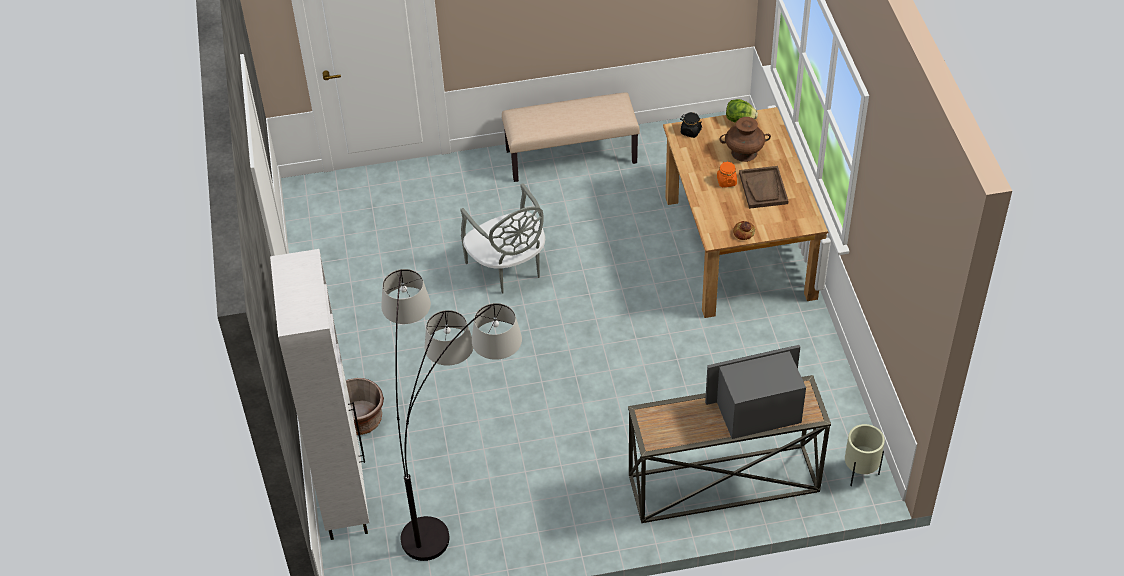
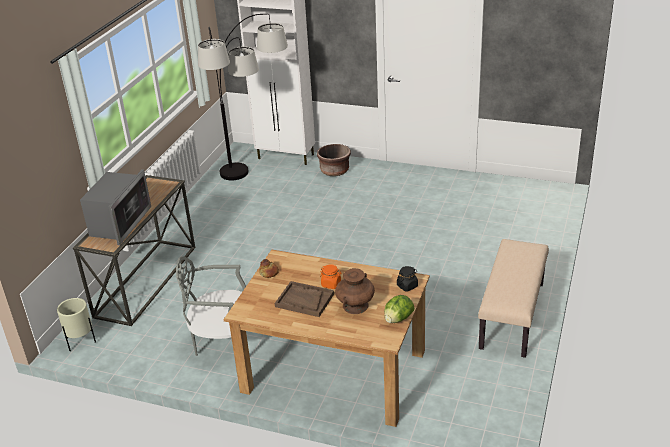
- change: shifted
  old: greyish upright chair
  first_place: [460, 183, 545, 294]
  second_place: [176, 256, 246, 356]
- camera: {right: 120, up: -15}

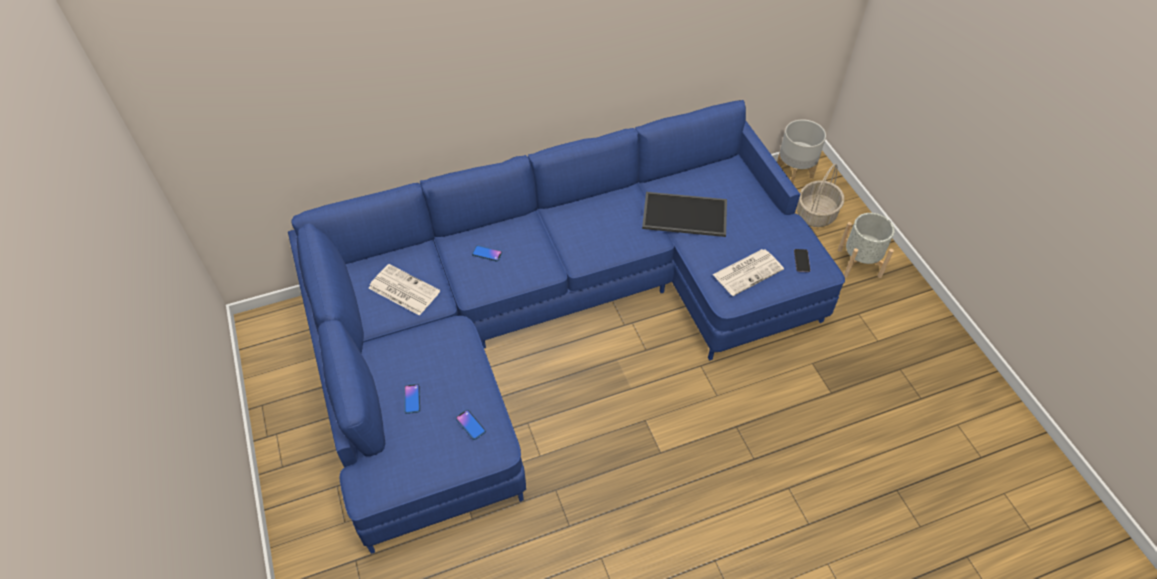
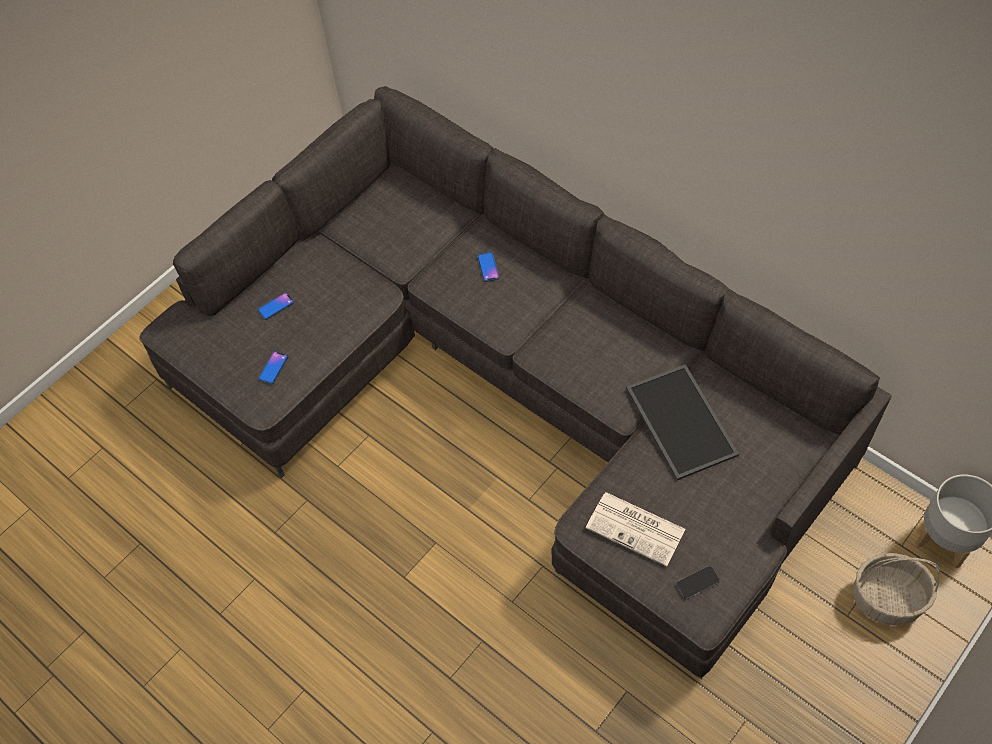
- change: repainted
  old: blue-coloured sofa
  new: greyish sofa
  first_place: [288, 100, 845, 554]
  second_place: [139, 86, 892, 679]
- change: gone
  old: daily paper
  first_place: [368, 264, 440, 316]
- change: gone
  old: greyish plant pot
  first_place: [838, 213, 895, 278]
- camera: {right: 65, up: 5}

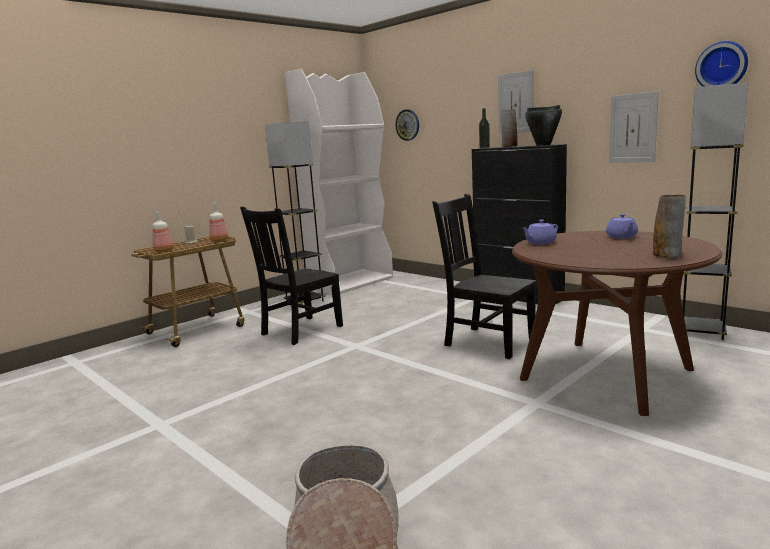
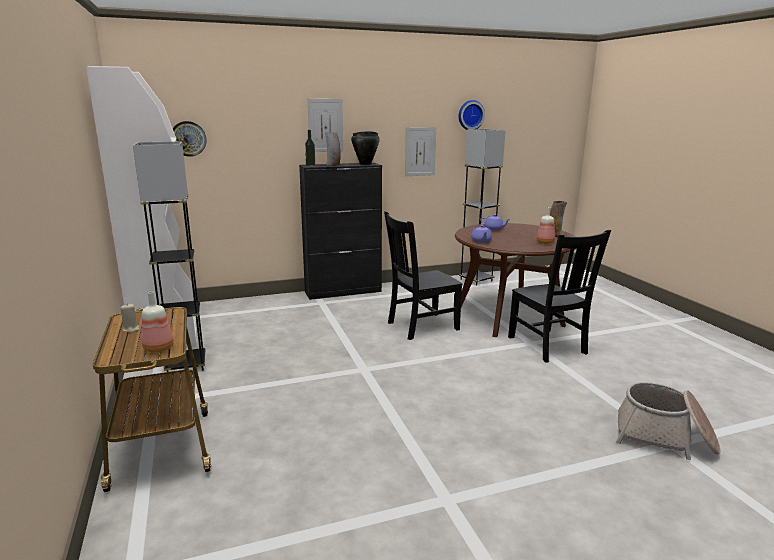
- change: shifted
  old: drink bottle
  first_place: [209, 204, 228, 242]
  second_place: [537, 207, 555, 244]
- change: shifted
  old: black upright chair
  first_place: [240, 206, 343, 345]
  second_place: [508, 230, 611, 362]
- camera: {right: -65, up: 5}

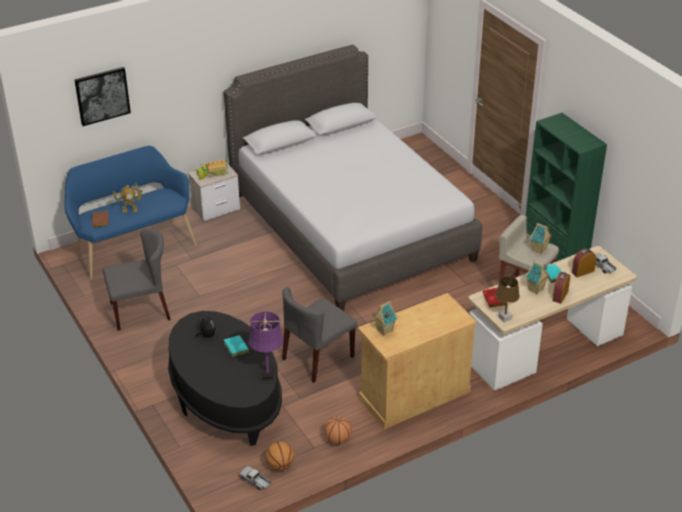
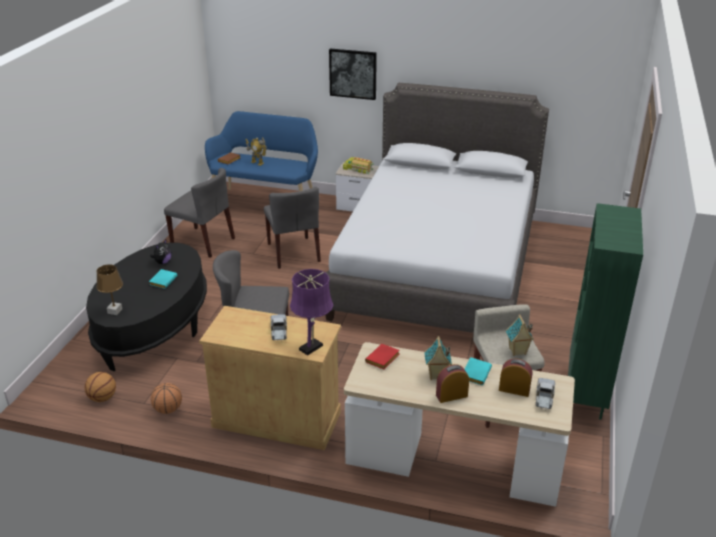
- change: shifted
  old: wall picture
  first_place: [74, 67, 131, 126]
  second_place: [329, 49, 377, 100]
- change: shifted
  old: model truck
  first_place: [239, 466, 270, 490]
  second_place: [271, 315, 287, 342]
- change: shifted
  old: purple-coloured tabletop lamp
  first_place: [249, 311, 284, 379]
  second_place: [290, 269, 333, 355]
- change: gone
  old: model house
  first_place: [372, 301, 398, 336]
- change: shifted
  old: brown tabletop lamp
  first_place: [495, 276, 520, 323]
  second_place: [96, 264, 123, 315]
- change: new
  new: greyish upright chair
  second_place: [264, 187, 321, 269]
- camera: {right: 45, up: -5}

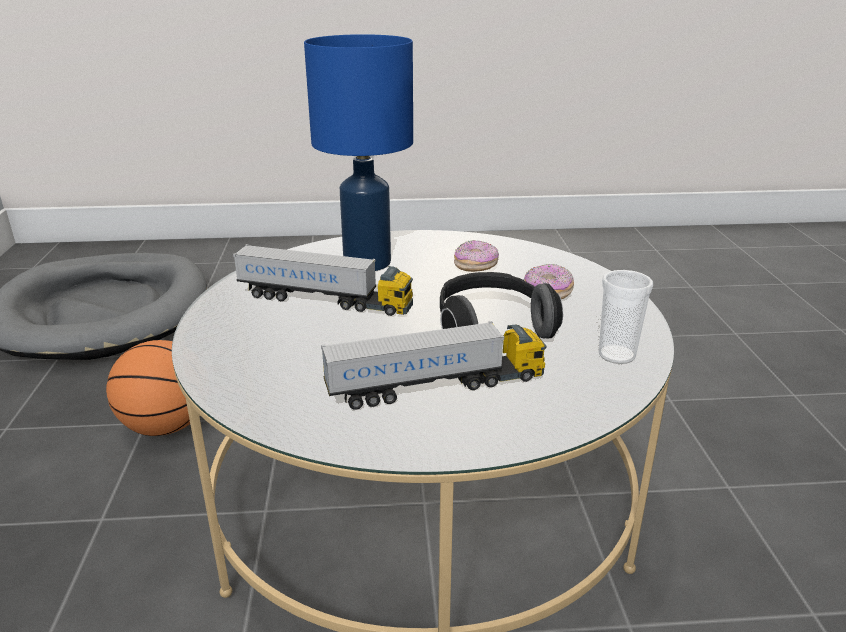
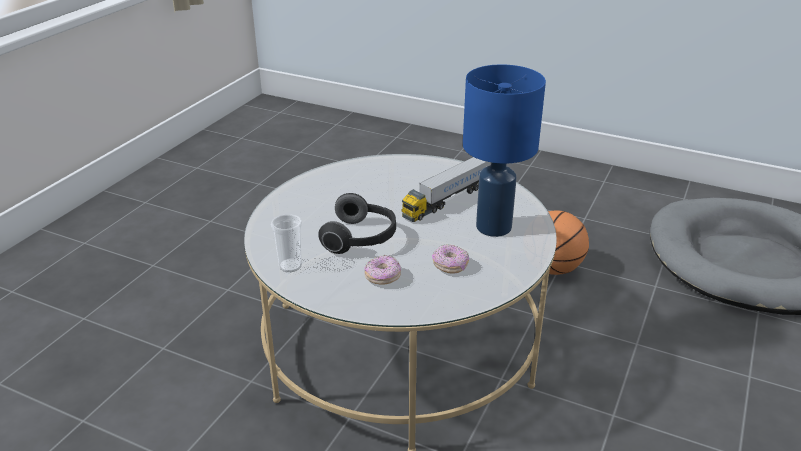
- change: gone
  old: model truck
  first_place: [321, 321, 547, 410]
- camera: {right: 120, up: 5}

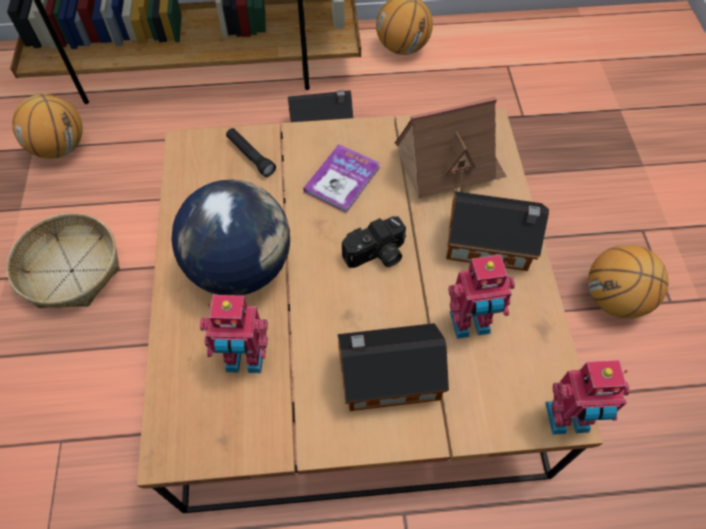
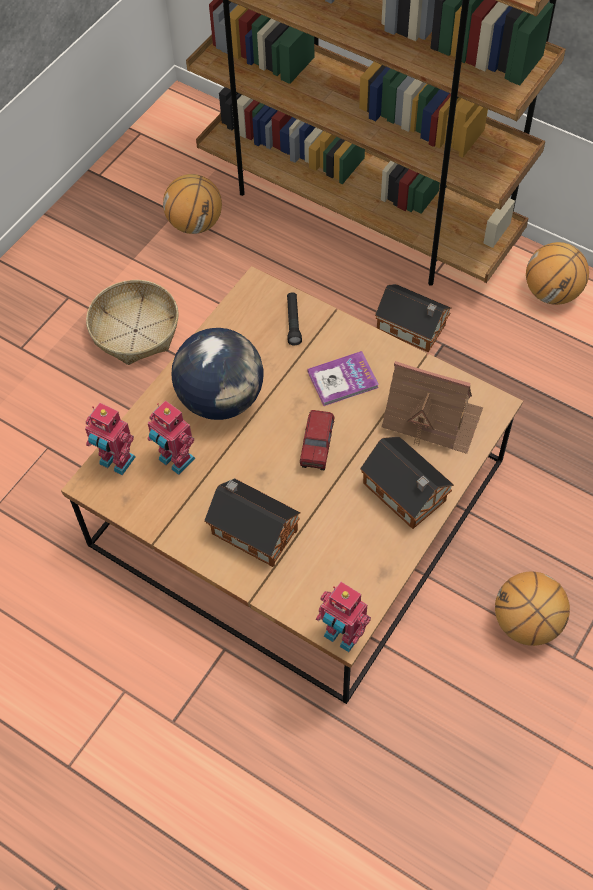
- change: swapped
  old: still camera
  new: model truck
  first_place: [342, 216, 406, 268]
  second_place: [300, 410, 335, 471]
- change: shifted
  old: toy robot
  first_place: [448, 255, 515, 339]
  second_place: [85, 403, 136, 475]
- camera: {right: 40, up: 0}

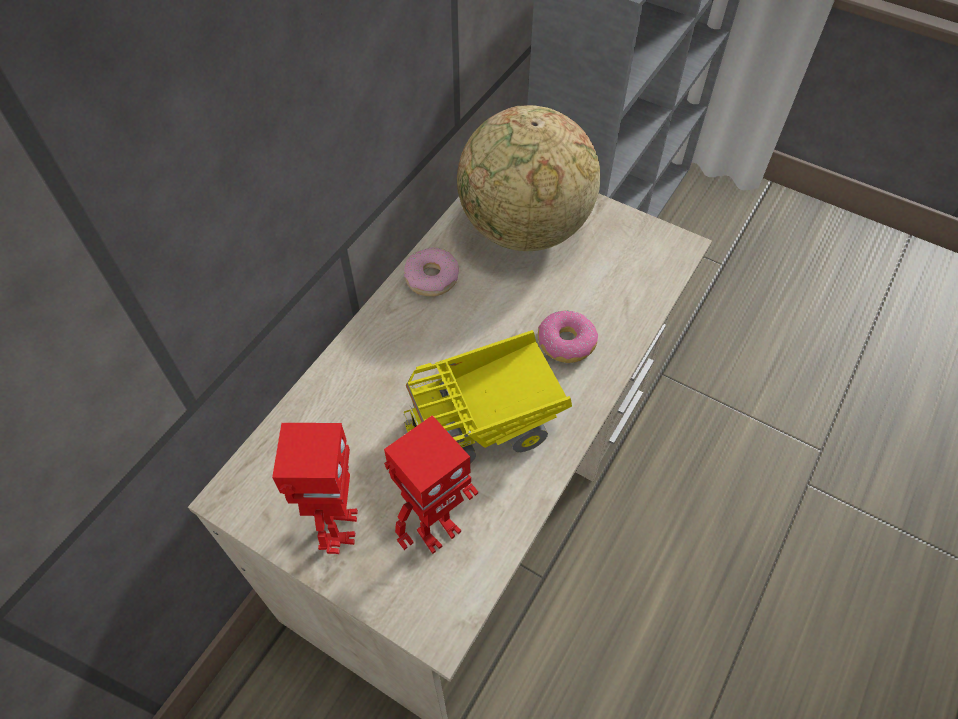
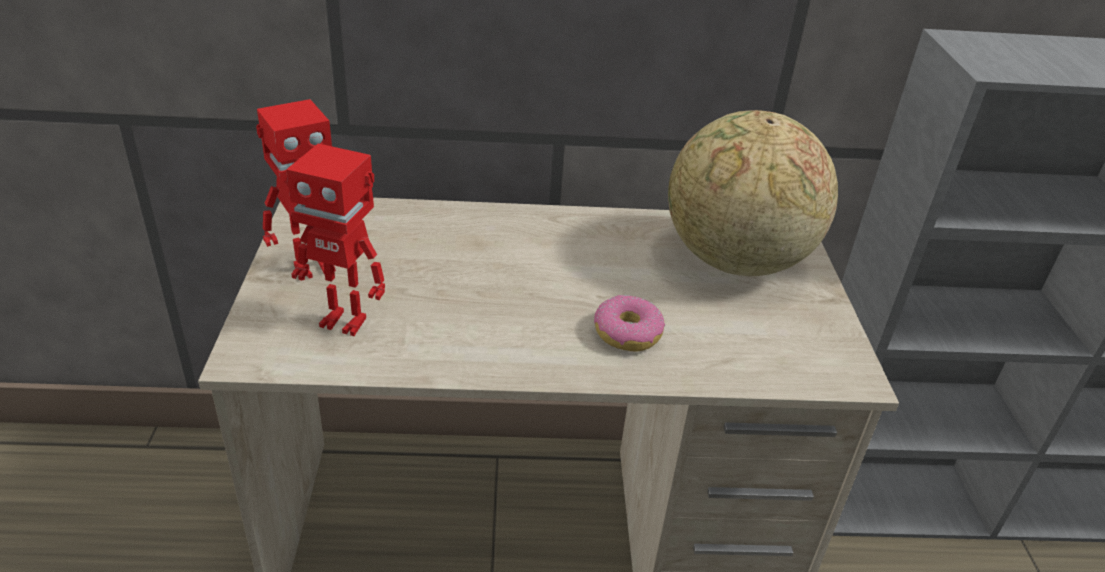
- change: gone
  old: model truck
  first_place: [403, 330, 572, 464]
- change: gone
  old: ring doughnut
  first_place: [404, 247, 459, 297]
- camera: {right: 55, up: -20}

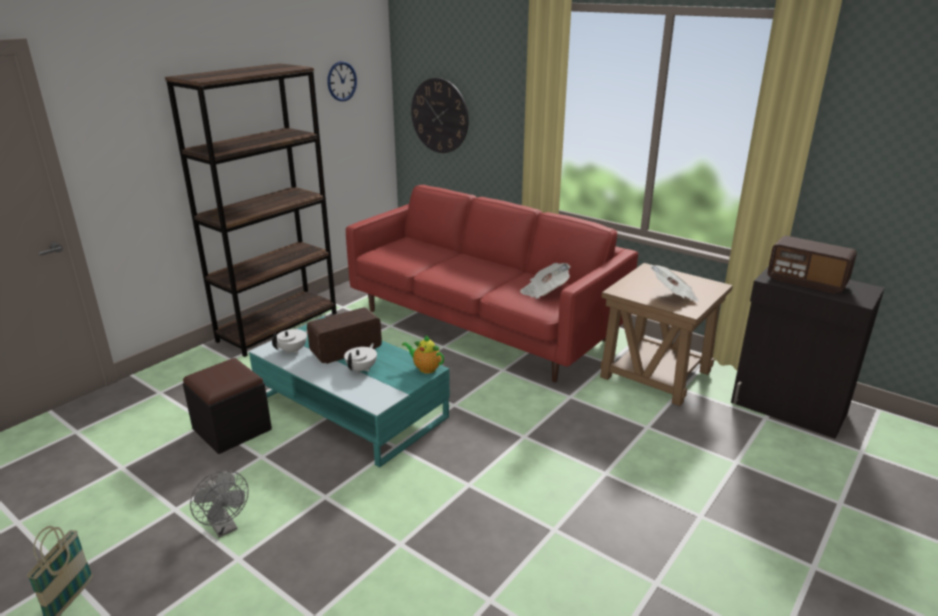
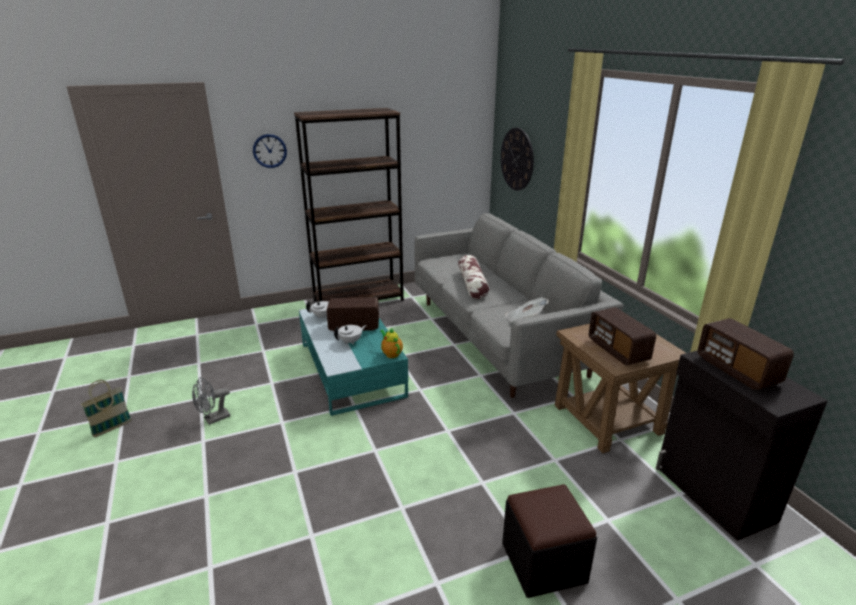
- change: shifted
  old: black ottoman
  first_place: [183, 358, 272, 454]
  second_place: [502, 484, 597, 598]
- change: rotated
  old: greyish cooling fan
  first_place: [190, 470, 249, 538]
  second_place: [192, 377, 230, 425]
  degrees: 60
- change: shifted
  old: clock on the wall
  first_place: [327, 61, 357, 101]
  second_place: [253, 134, 287, 168]
- change: repainted
  old: reddish sofa
  new: greyish sofa
  first_place: [346, 185, 638, 383]
  second_place: [415, 213, 624, 398]
- change: swapped
  old: daily paper
  new: radio
  first_place: [650, 265, 700, 302]
  second_place: [589, 307, 656, 366]
- change: new
  new: cushion
  second_place: [458, 255, 490, 299]
- camera: {right: 30, up: 0}

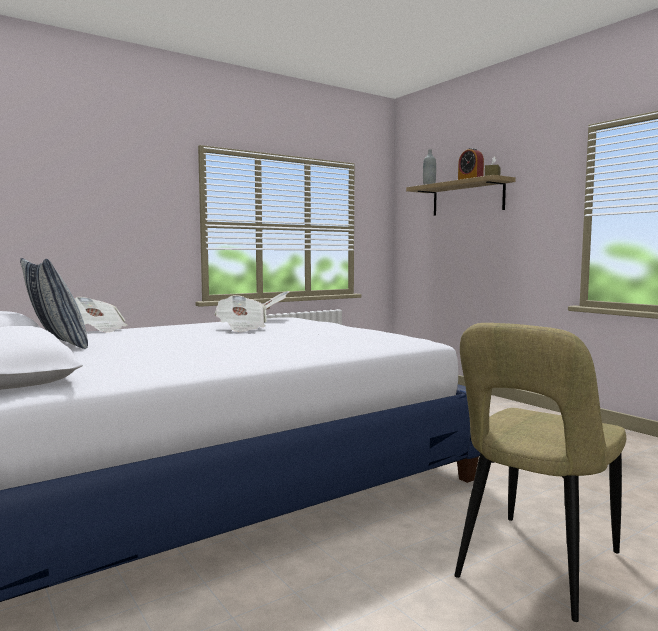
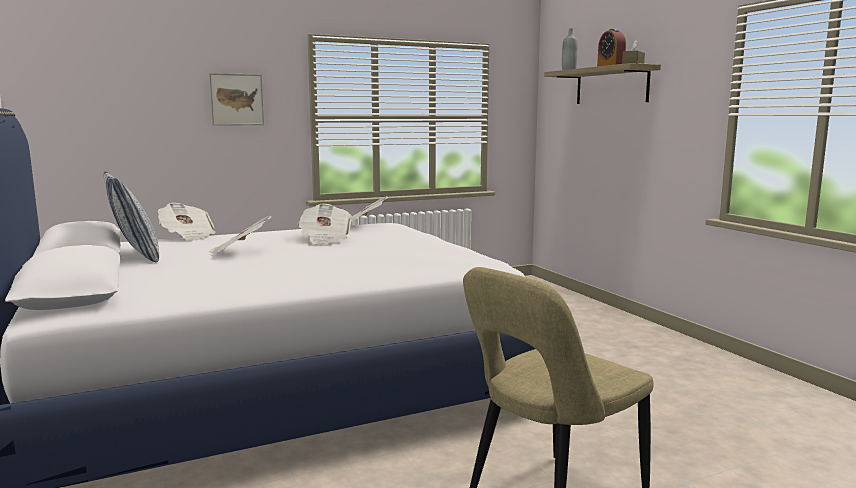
- change: new
  new: wall picture
  second_place: [209, 73, 264, 126]
- change: new
  new: daily paper
  second_place: [209, 216, 271, 254]
- camera: {right: 10, up: 5}

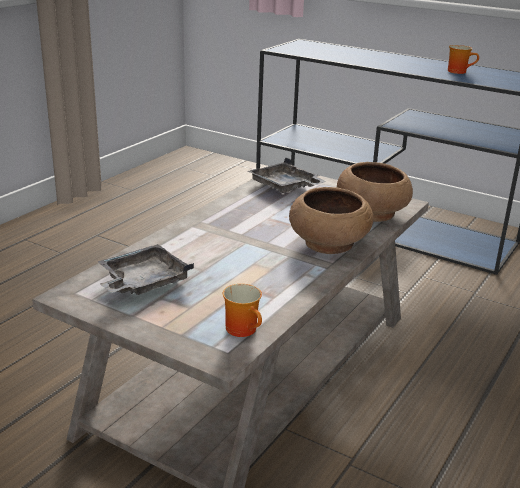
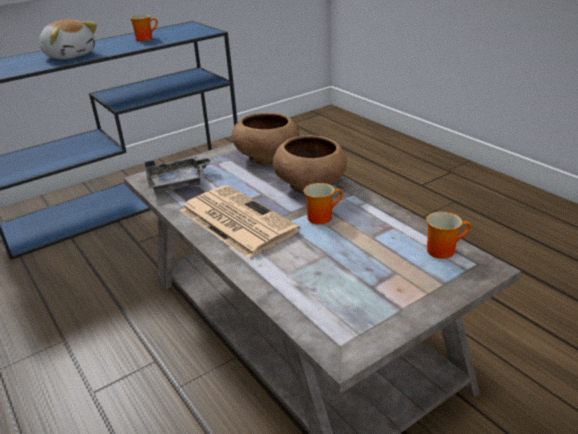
- change: gone
  old: greyish tray
  first_place: [98, 244, 194, 295]
- change: new
  new: plush toy
  second_place: [39, 19, 97, 59]
- change: new
  new: daily paper
  second_place: [180, 185, 300, 259]
- change: new
  new: tea mug
  second_place: [304, 183, 343, 225]
- camera: {right: -65, up: 5}

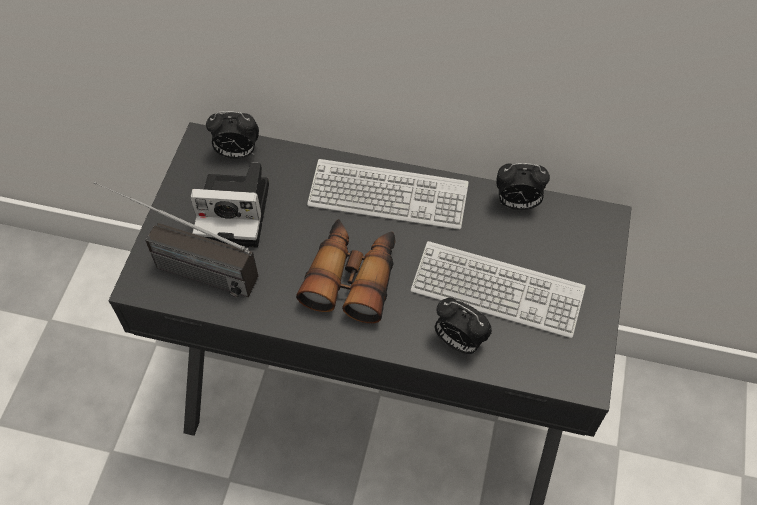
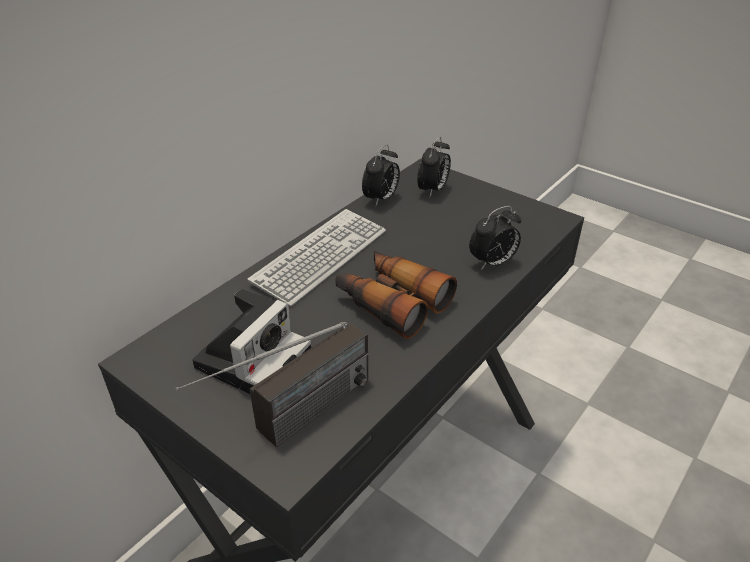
- change: shifted
  old: alarm clock
  first_place: [206, 111, 259, 159]
  second_place: [417, 136, 451, 197]
- change: gone
  old: PC keyboard
  first_place: [411, 241, 586, 338]
- camera: {right: -65, up: -20}

